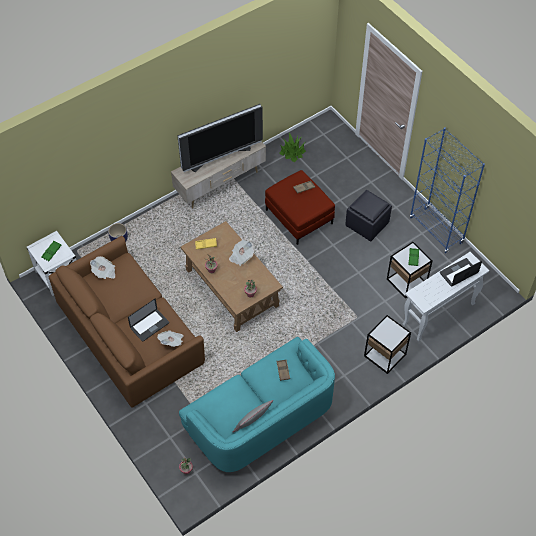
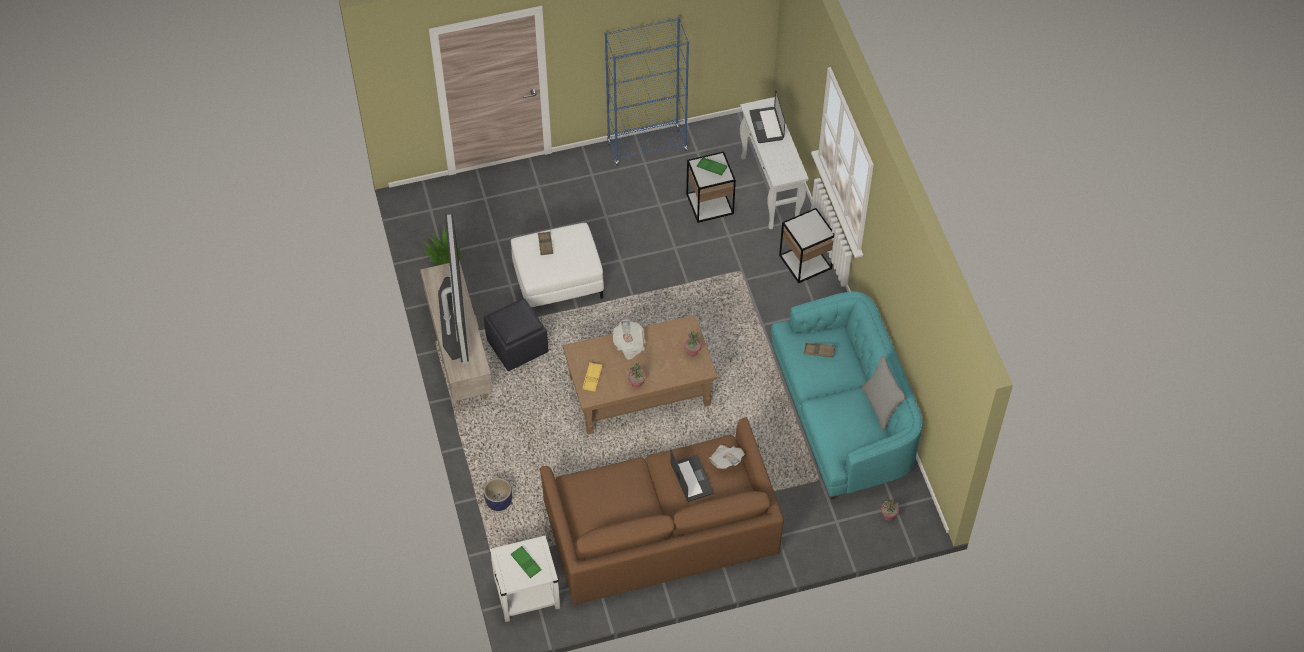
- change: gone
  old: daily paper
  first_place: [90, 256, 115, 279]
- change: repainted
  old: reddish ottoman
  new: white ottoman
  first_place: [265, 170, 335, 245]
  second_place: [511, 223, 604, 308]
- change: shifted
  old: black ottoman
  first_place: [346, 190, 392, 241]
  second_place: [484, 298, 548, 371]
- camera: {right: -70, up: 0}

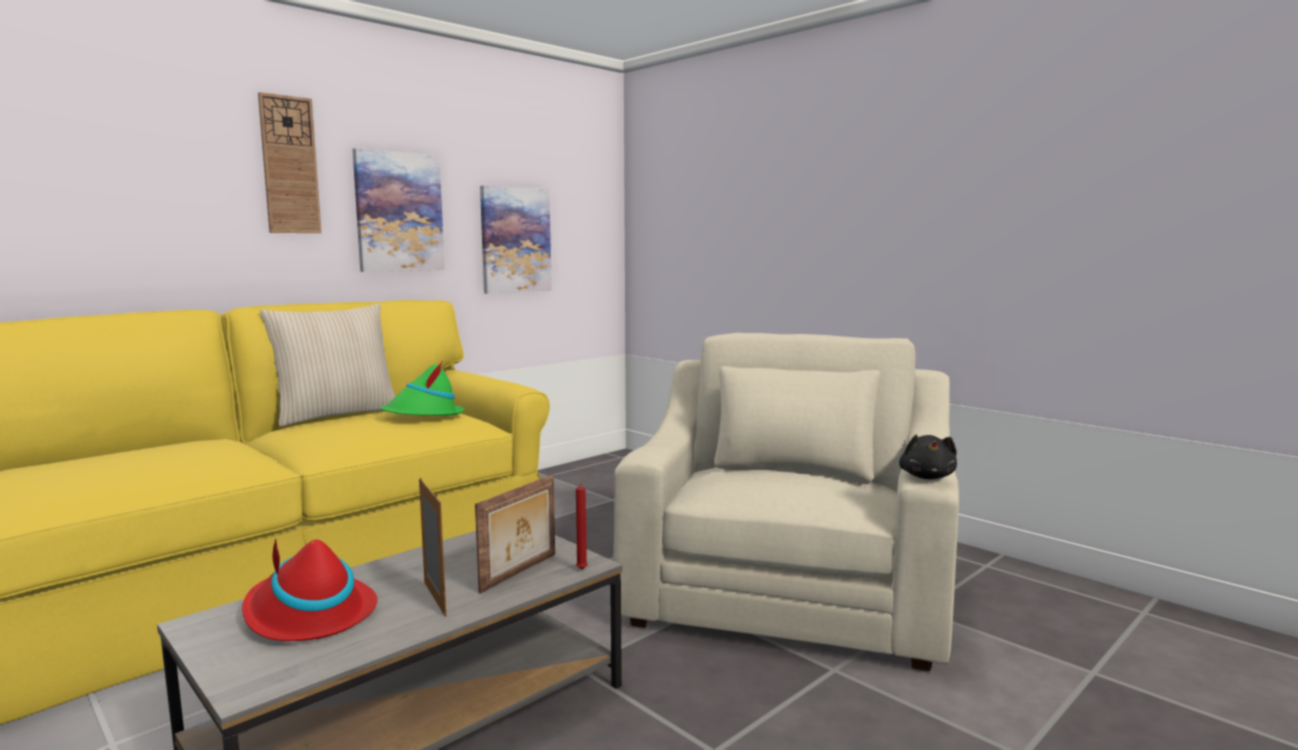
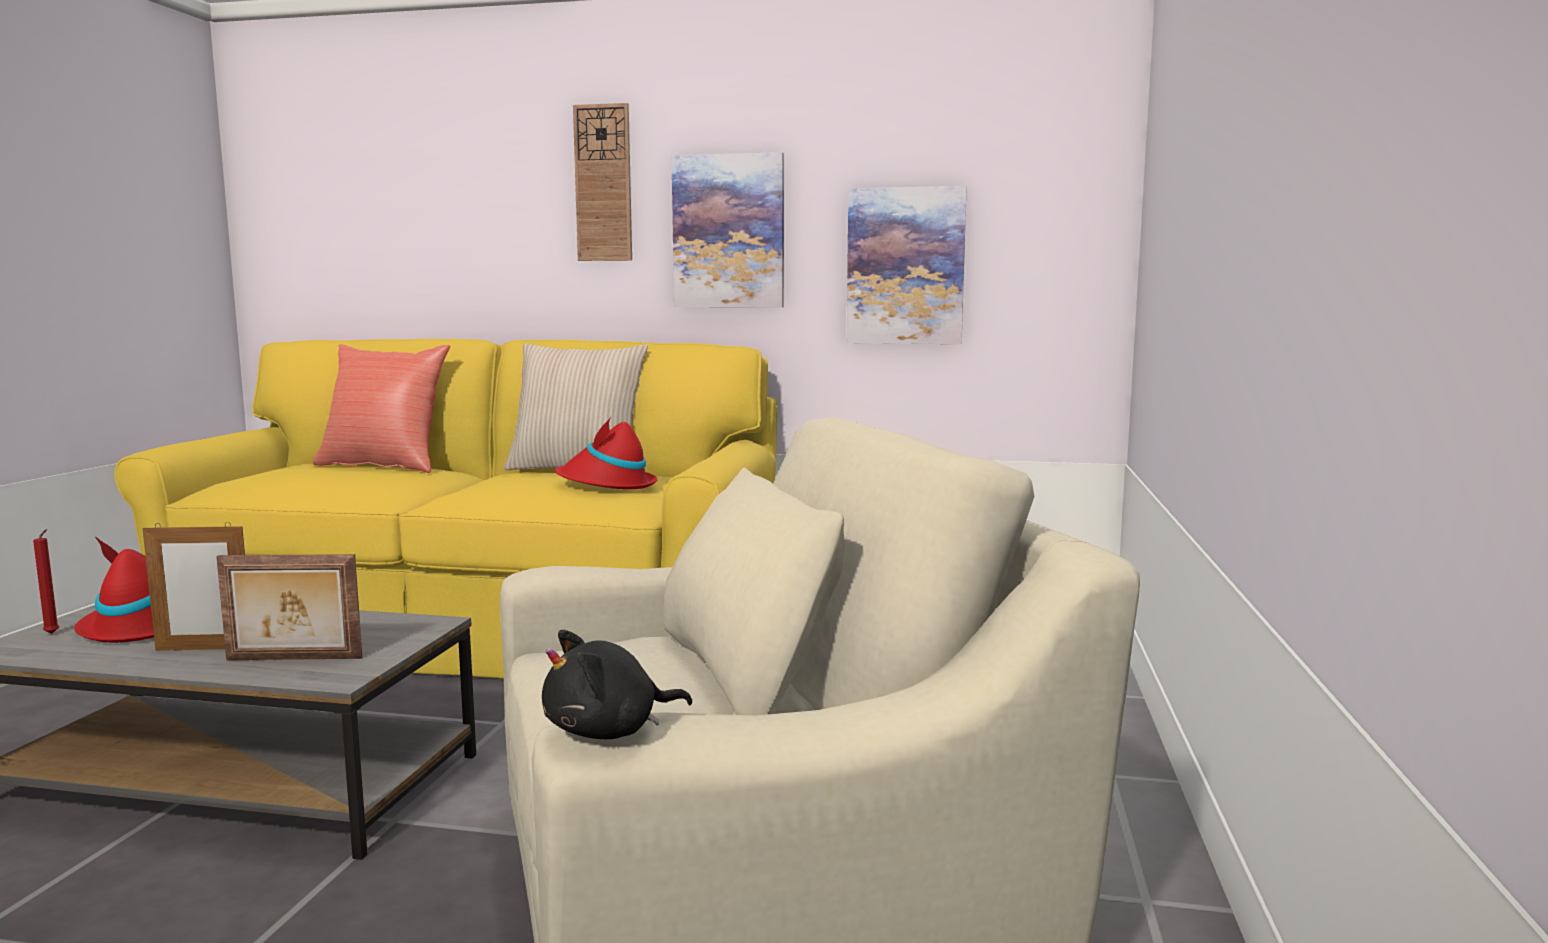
- change: repainted
  old: green-coloured wearable hat
  new: reddish wearable hat
  first_place: [380, 361, 465, 416]
  second_place: [555, 417, 658, 489]
- change: rotated
  old: standing frame
  first_place: [419, 478, 446, 617]
  second_place: [142, 522, 245, 651]
  degrees: 60
- change: shifted
  old: reddish wax light
  first_place: [576, 477, 589, 569]
  second_place: [33, 529, 59, 634]
- change: new
  new: reddish cushion
  second_place: [313, 344, 450, 473]
- camera: {right: 55, up: 0}

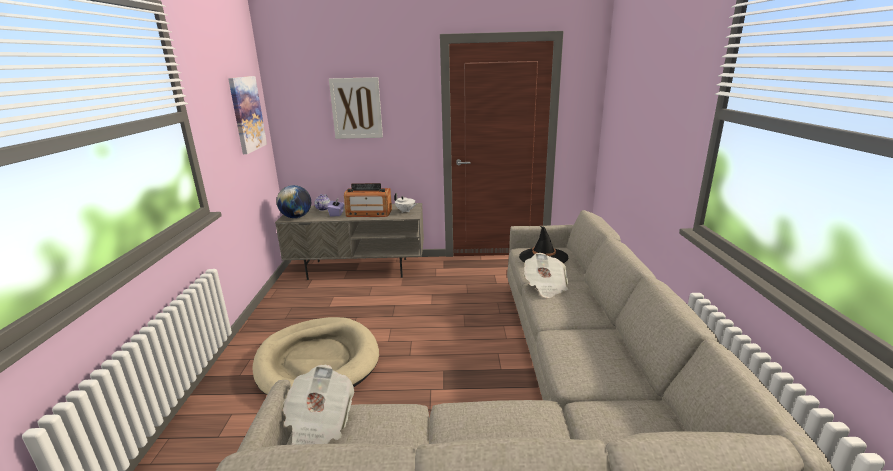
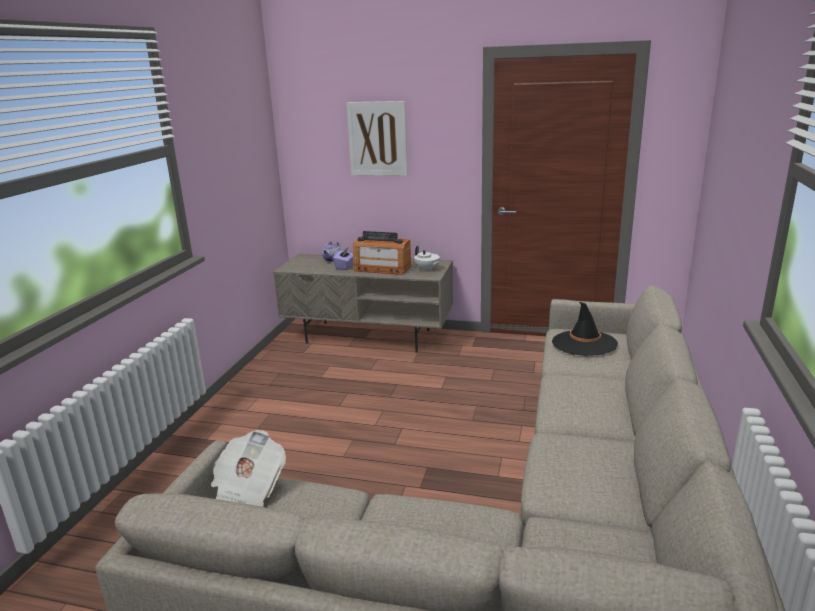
- change: gone
  old: wall picture
  first_place: [228, 76, 267, 154]
- change: gone
  old: sand-coloured dog cushion
  first_place: [252, 317, 379, 395]
- change: gone
  old: desk globe
  first_place: [276, 185, 311, 218]
- change: gone
  old: daily paper
  first_place: [524, 253, 568, 298]
- camera: {right: 15, up: 0}

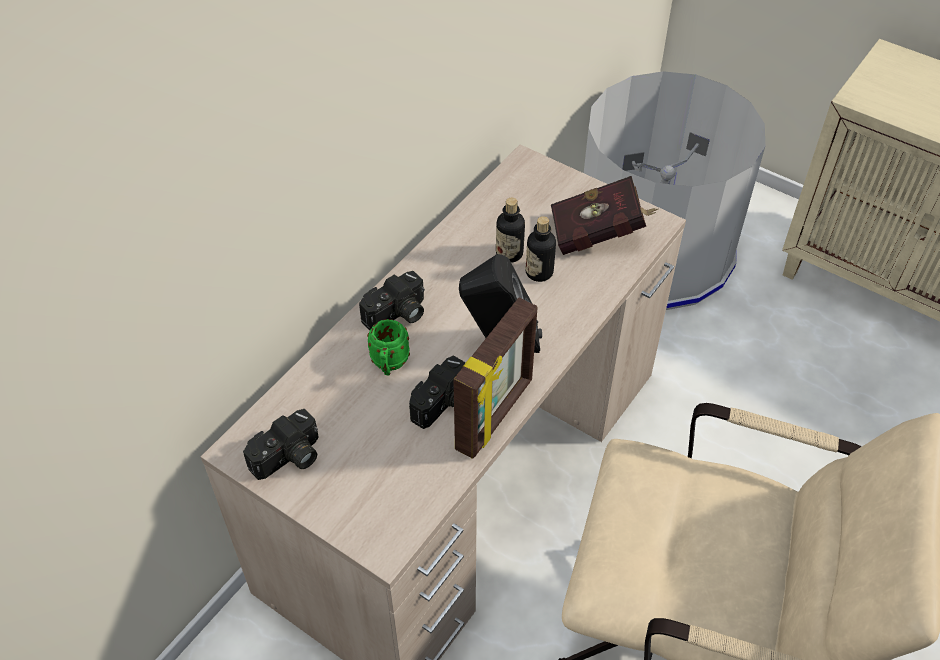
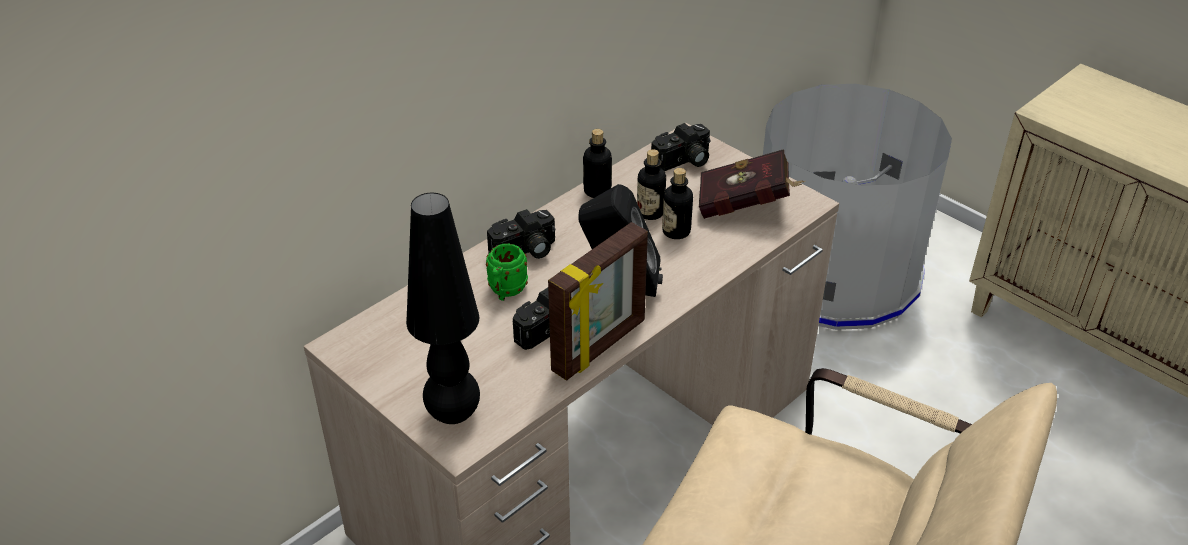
- change: shifted
  old: still camera
  first_place: [243, 409, 319, 480]
  second_place: [651, 123, 711, 171]
- change: new
  new: black tabletop lamp
  second_place: [406, 193, 480, 424]
- change: new
  new: drink bottle
  second_place: [583, 129, 612, 198]
- camera: {right: 10, up: -10}

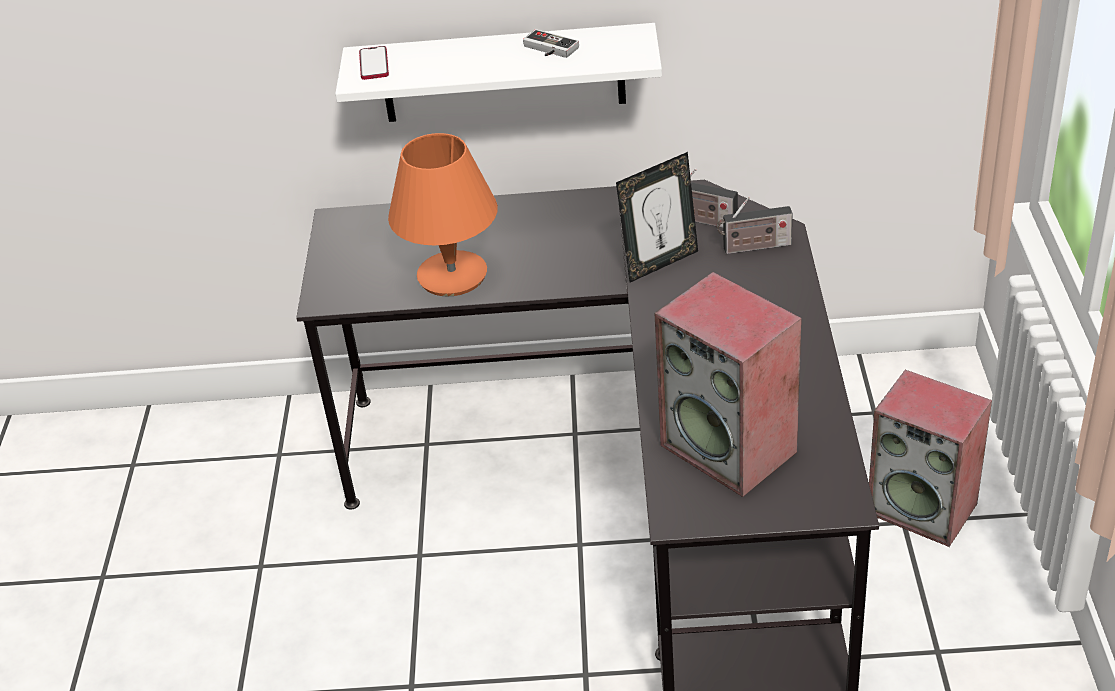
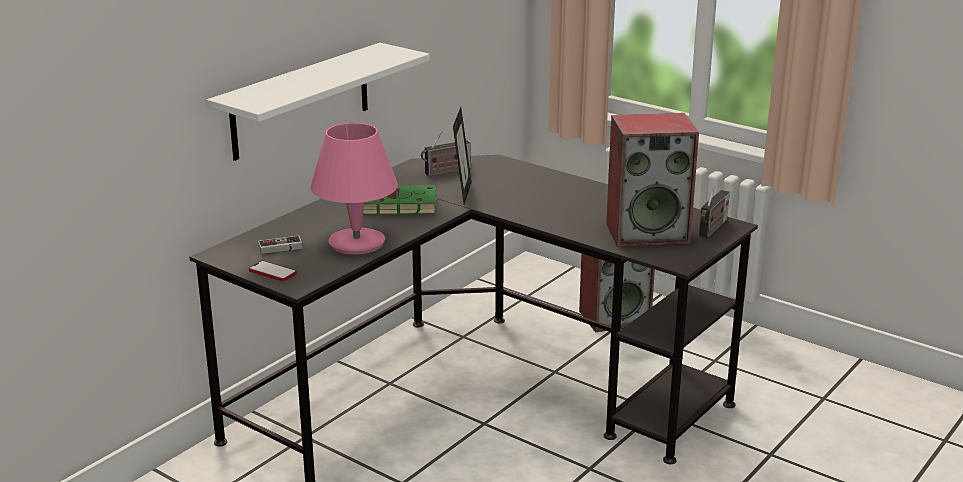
- change: shifted
  old: telephone
  first_place: [359, 46, 389, 80]
  second_place: [249, 261, 297, 281]
- change: repainted
  old: orangey tabletop lamp
  new: pink tabletop lamp
  first_place: [388, 133, 498, 296]
  second_place: [311, 123, 398, 255]
- change: shifted
  old: game controller
  first_place: [523, 29, 579, 58]
  second_place: [258, 236, 303, 254]
- change: shifted
  old: radio
  first_place: [717, 197, 792, 254]
  second_place: [699, 186, 730, 238]
- change: new
  new: green-coloured bound book
  second_place: [363, 185, 437, 215]
- camera: {right: -55, up: -15}

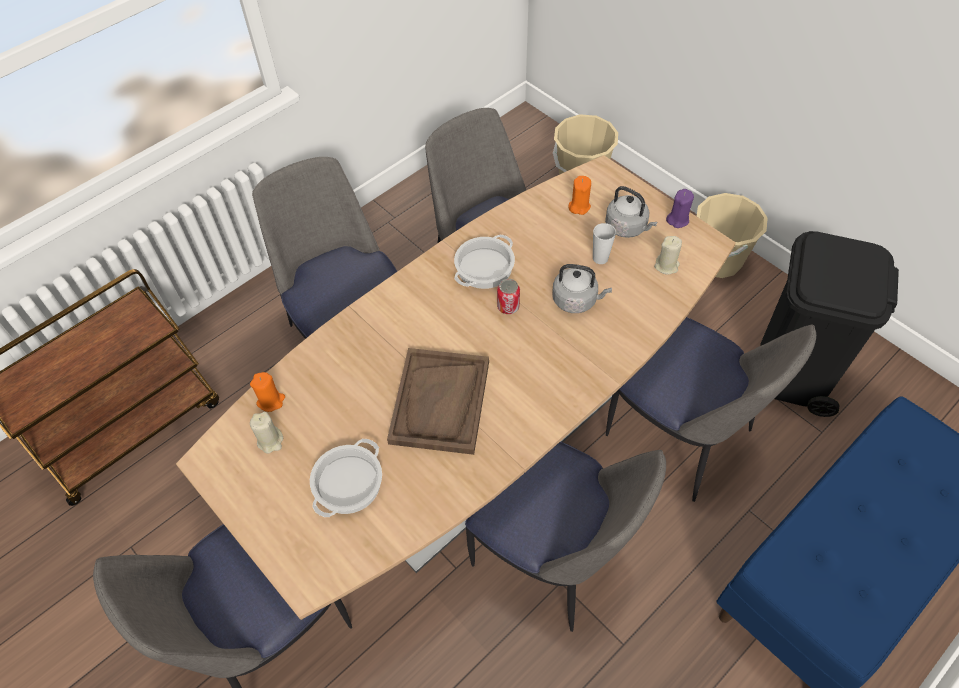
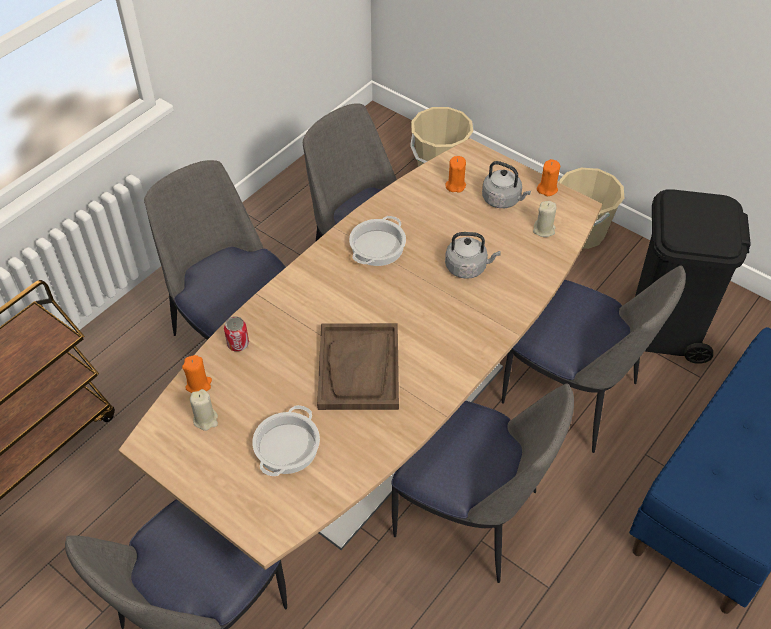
- change: shifted
  old: metal can
  first_place: [497, 279, 520, 314]
  second_place: [224, 316, 249, 351]
- change: gone
  old: small cup
  first_place: [593, 223, 616, 264]
- change: repainted
  old: purple-coloured wax light
  new: orangey wax light
  first_place: [666, 189, 694, 228]
  second_place: [537, 159, 560, 196]
- camera: {right: -10, up: -5}

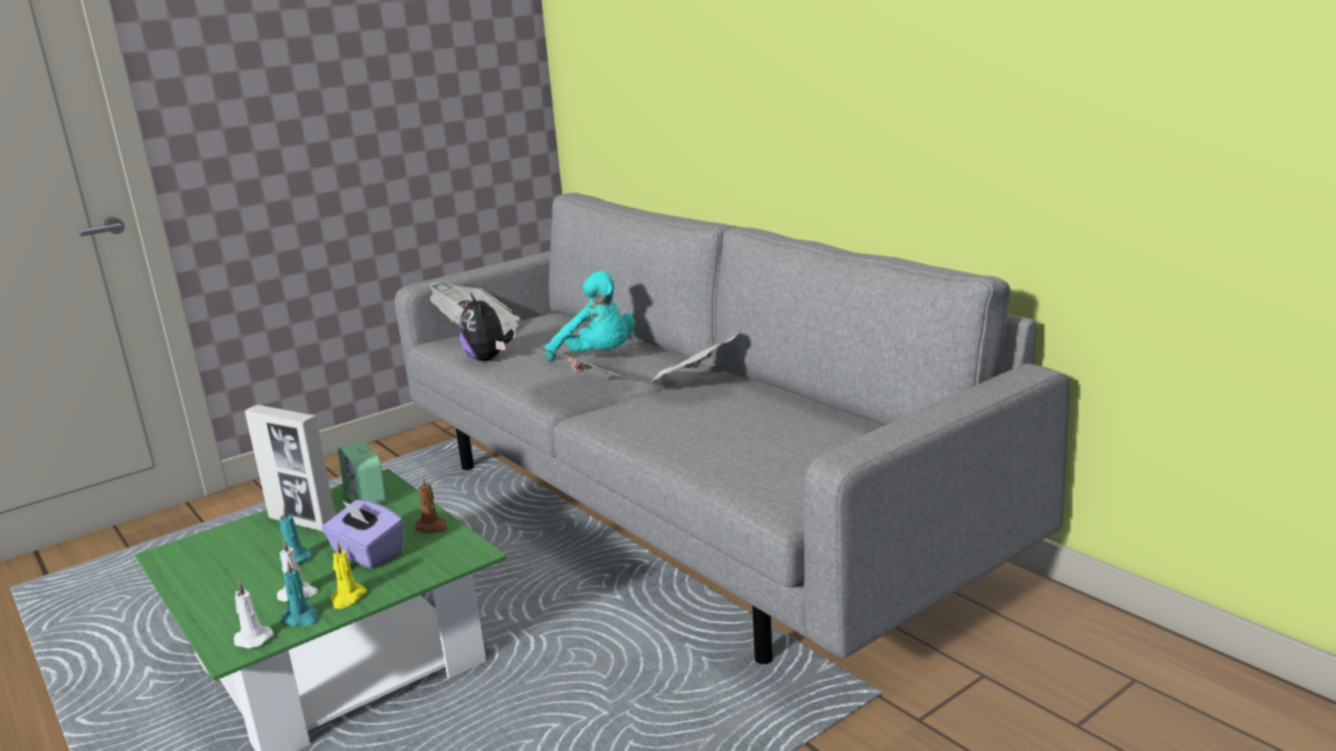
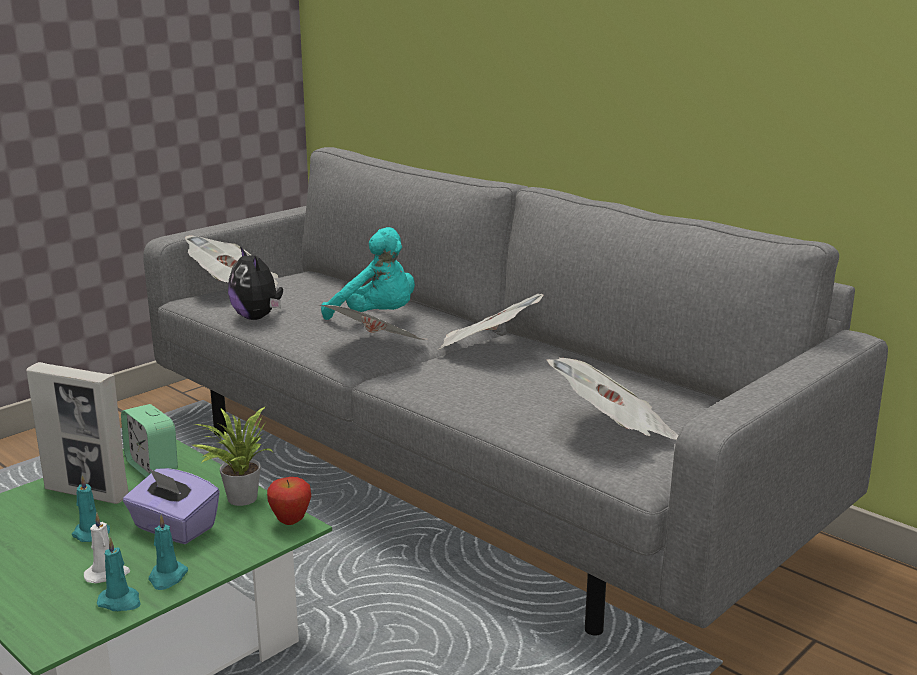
- change: gone
  old: white wax light
  first_place: [234, 581, 273, 649]
- change: repainted
  old: yellow wax light
  new: turquoise-coloured wax light
  first_place: [330, 541, 367, 609]
  second_place: [148, 515, 188, 590]
- change: swapped
  old: brown wax light
  new: potted plant
  first_place: [415, 475, 447, 533]
  second_place: [193, 406, 273, 506]
- change: new
  new: apple fruit
  second_place: [267, 477, 311, 525]
- change: new
  new: daily paper
  second_place: [546, 358, 678, 440]
- camera: {right: -10, up: 0}

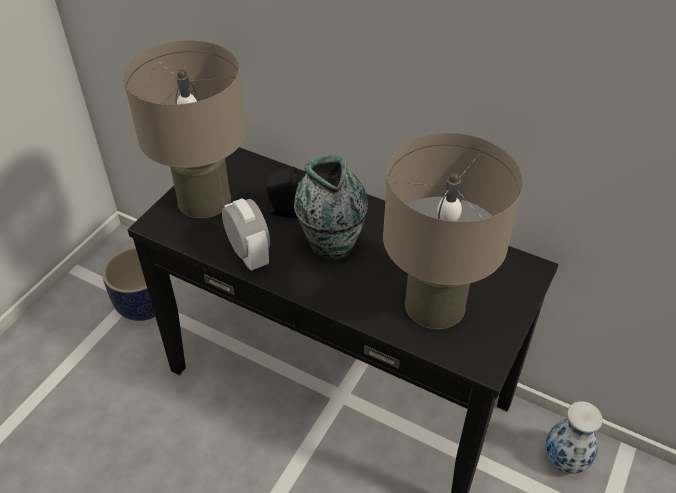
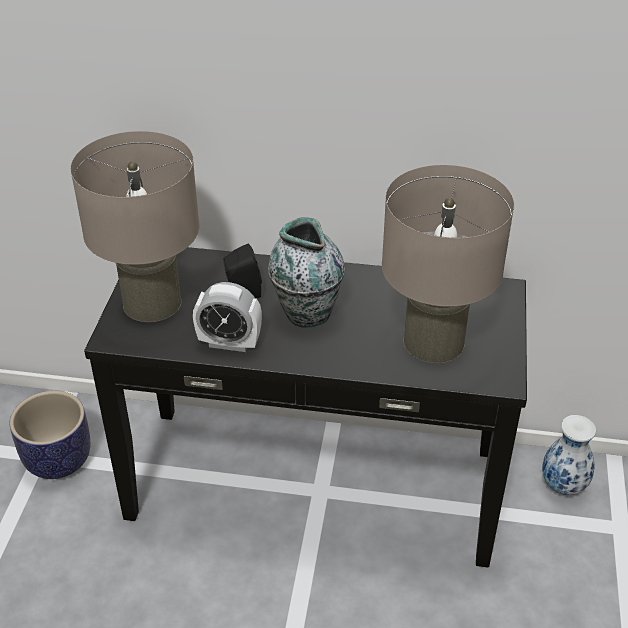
- change: rotated
  old: alarm clock
  first_place: [222, 198, 270, 271]
  second_place: [193, 282, 262, 352]
  degrees: 150
- camera: {right: -20, up: -5}

